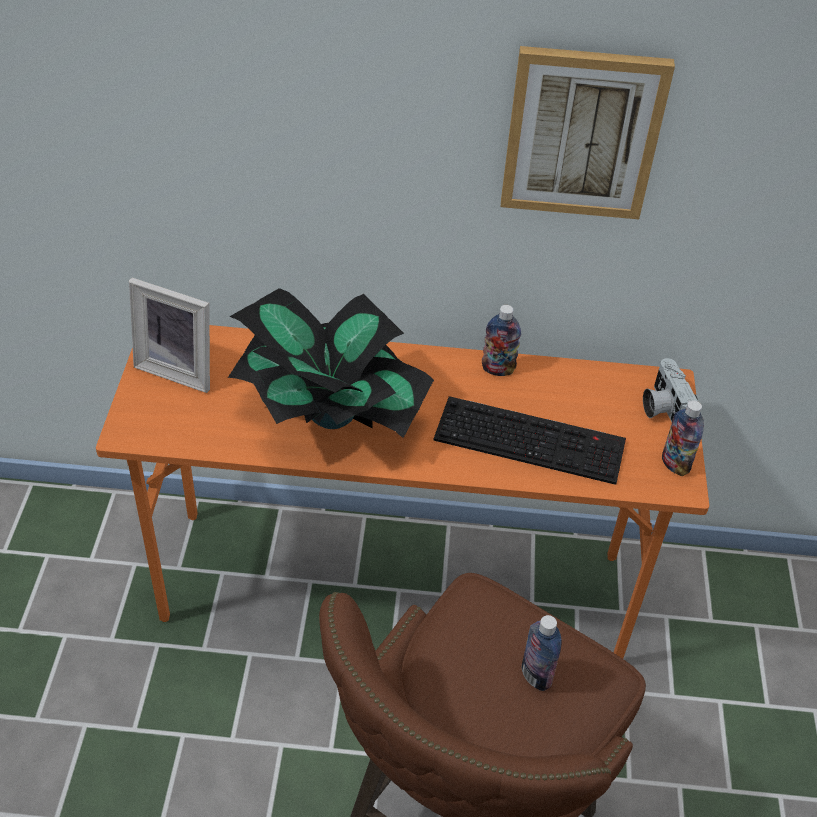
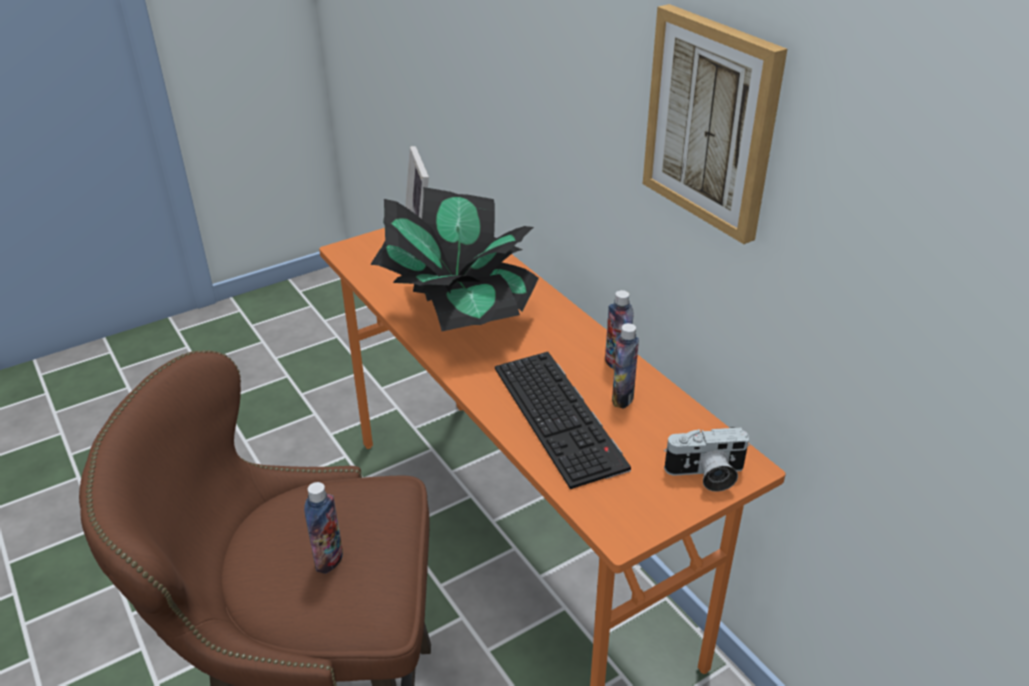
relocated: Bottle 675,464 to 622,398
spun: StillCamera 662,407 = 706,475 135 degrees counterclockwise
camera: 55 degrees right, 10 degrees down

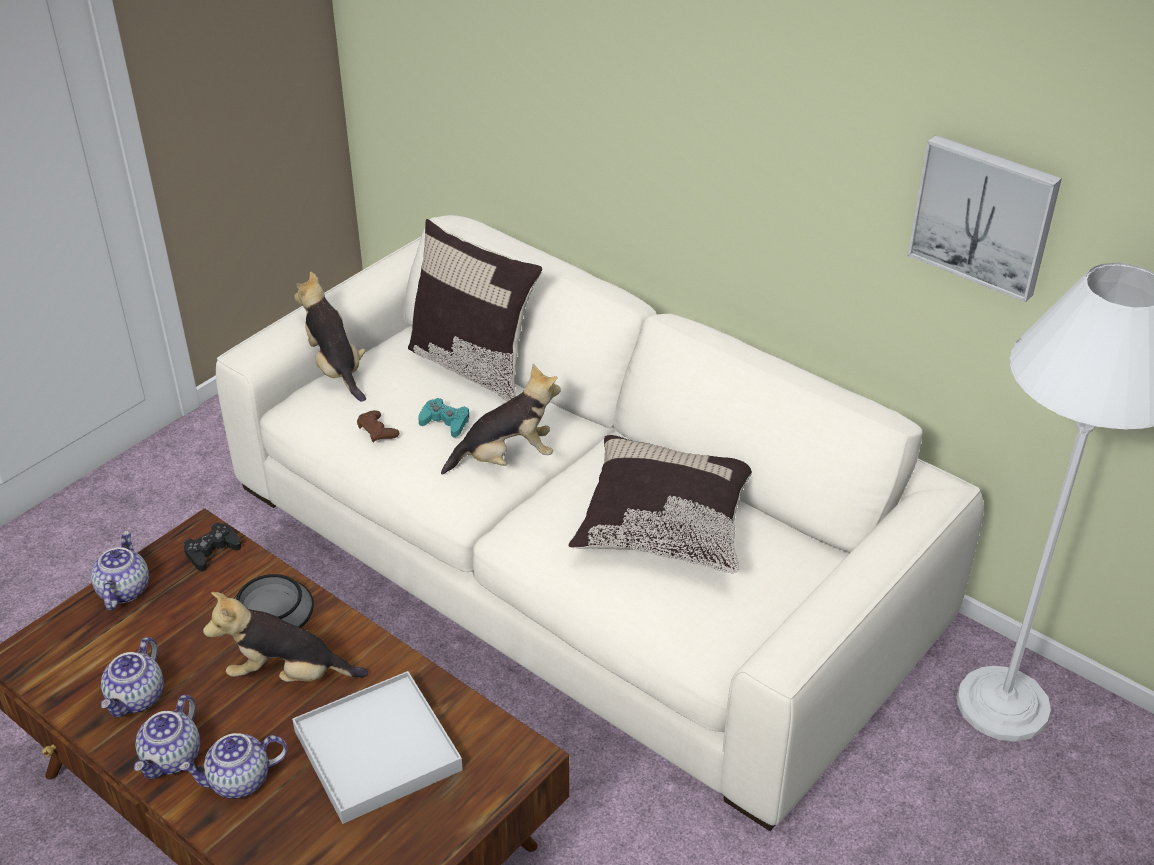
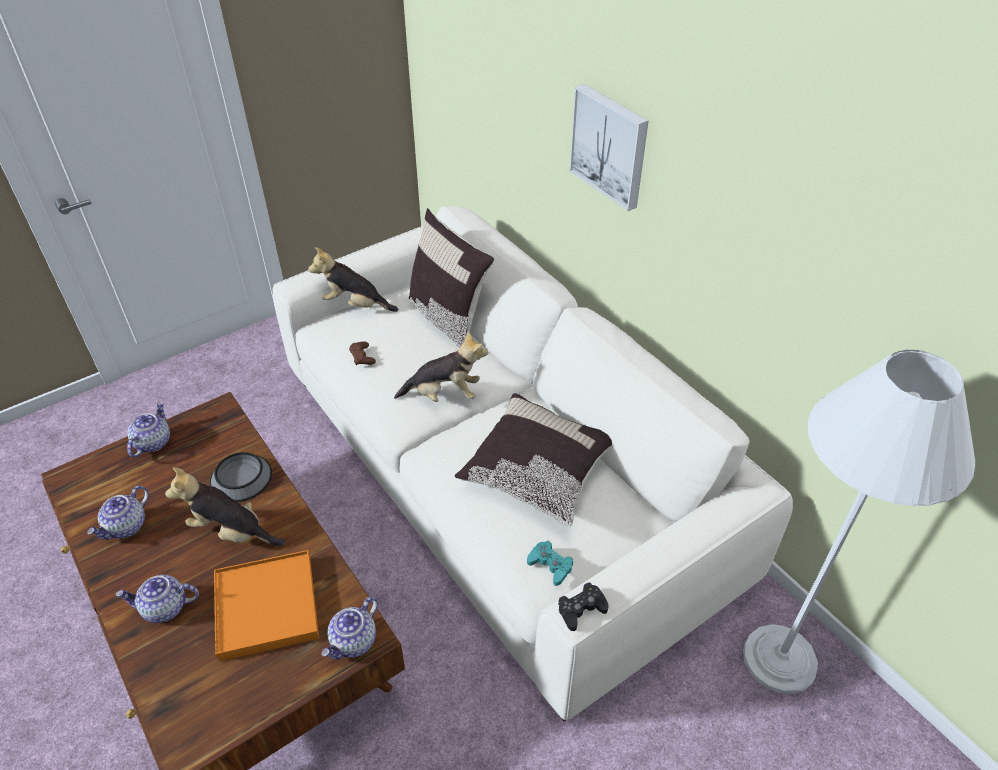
relocated: Picture 984,215 to 610,146; TurquoiseColouredGamepad 445,422 to 550,565; BlackGamepad 212,551 to 581,609; PotForTea 172,758 to 354,642
colour: WhiteCarryingTray 378,750 to OrangeyCarryingTray 267,607
spun: PlushToy 335,369 = 355,305 60 degrees counterclockwise
camera: 15 degrees right, 5 degrees up

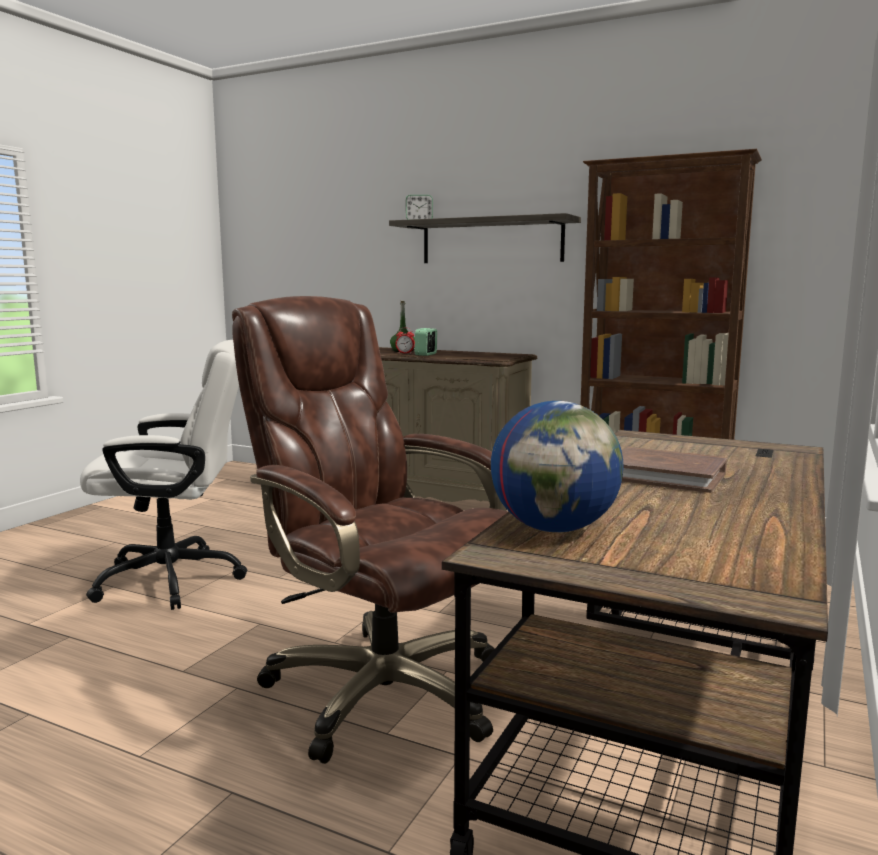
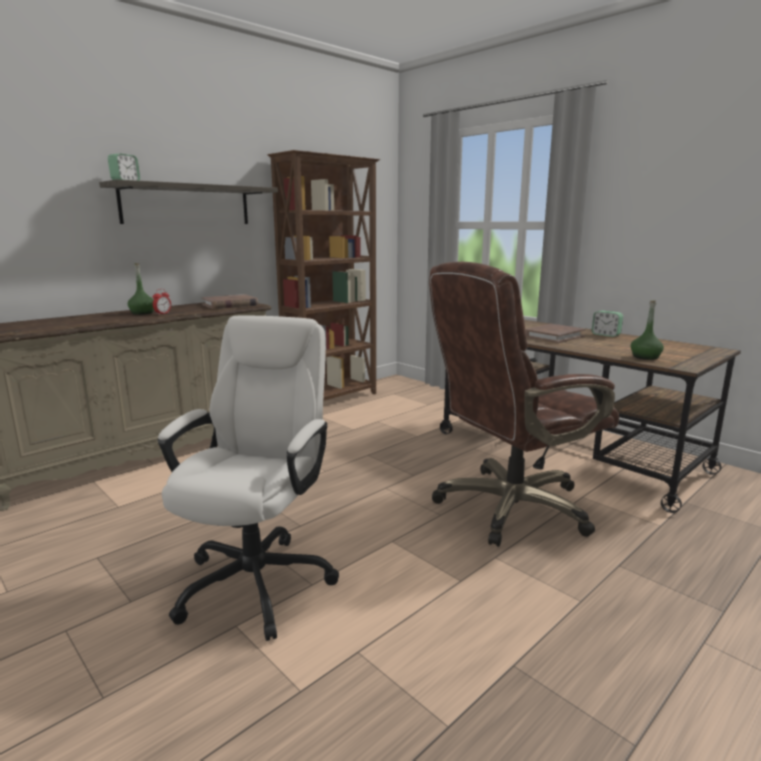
appeared: BrownBoundBook 230,305
relocated: AlarmClock 426,354 to 606,335
exchanged: DeskGlobe 554,528 to GreenColouredBottle 645,357
camera: 70 degrees left, 5 degrees up

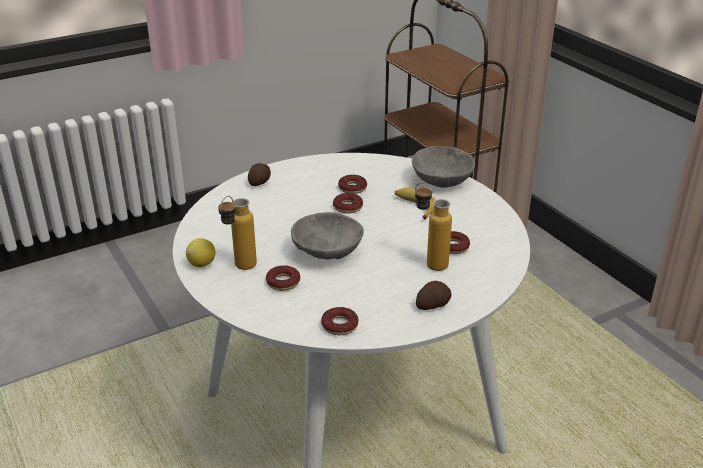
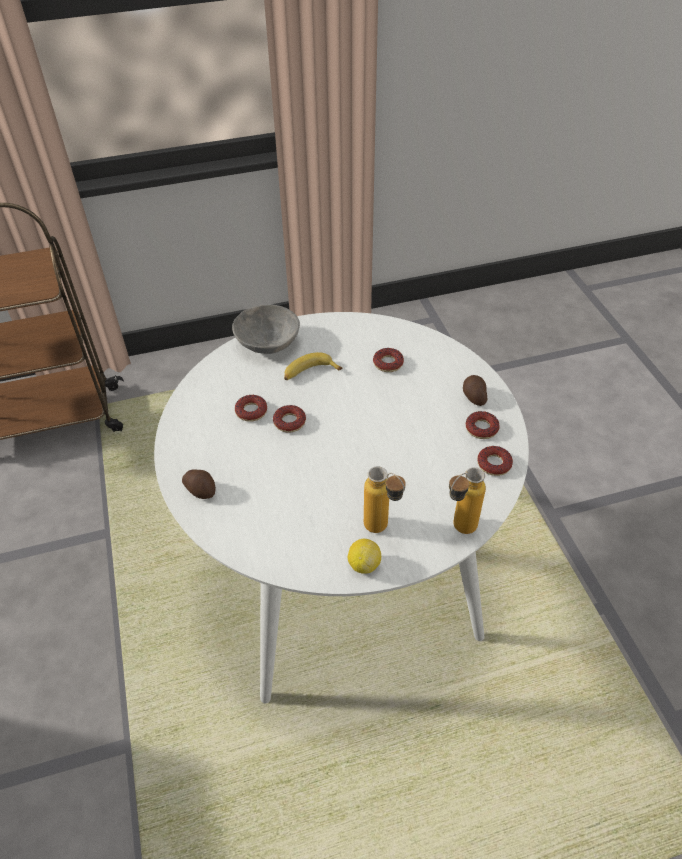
missing: GrayBowl 326,253
relocated: Bottle 429,262 to 458,530; Doughnut 283,282 to 481,428
camera: 75 degrees left, 15 degrees up

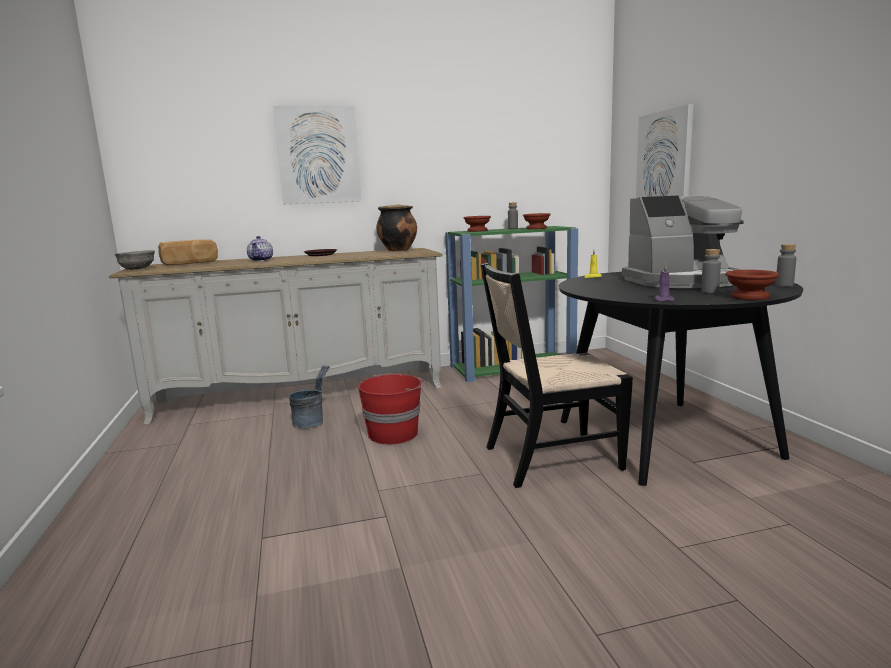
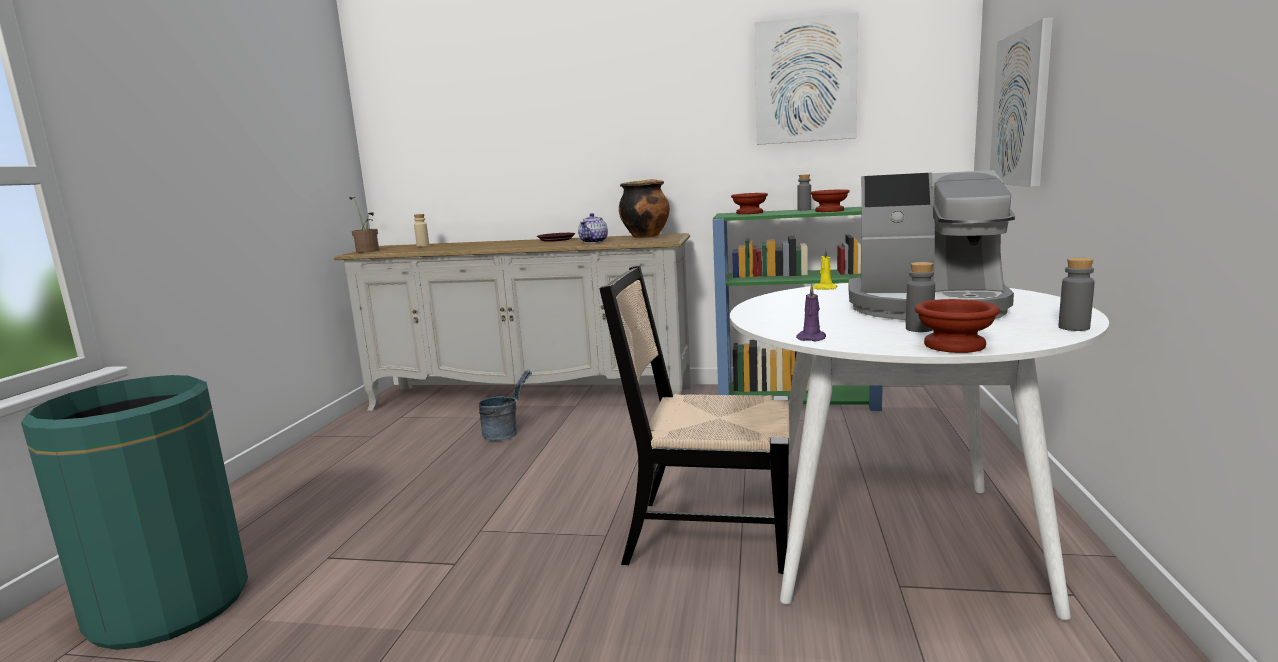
missing: RedColouredWaterBucket 394,433
appeared: GreenColouredTrashCan 170,605
relocated: Picture 318,155 to 805,81; PotForTea 261,260 to 594,242
exchanged: BakedBread 190,263 to BeigeBottle 423,246; GrayBowl 137,269 to PlantInAPot 367,251
colour: BlackKitchenTable 664,439 to WhiteKitchenTable 894,540
camera: 25 degrees right, 0 degrees up

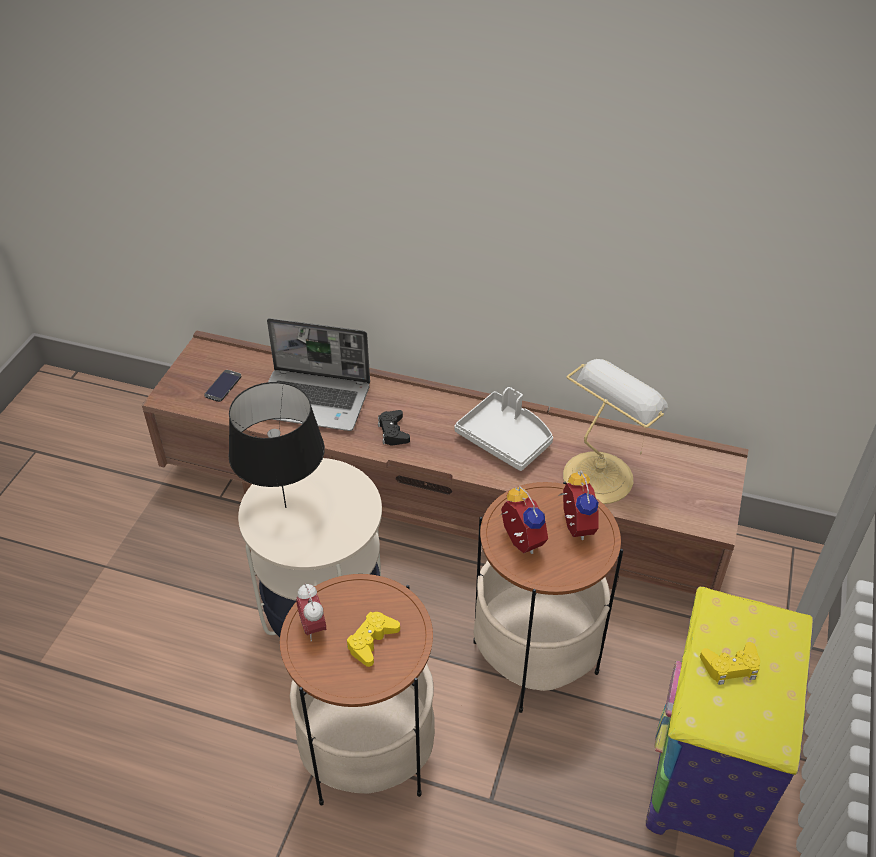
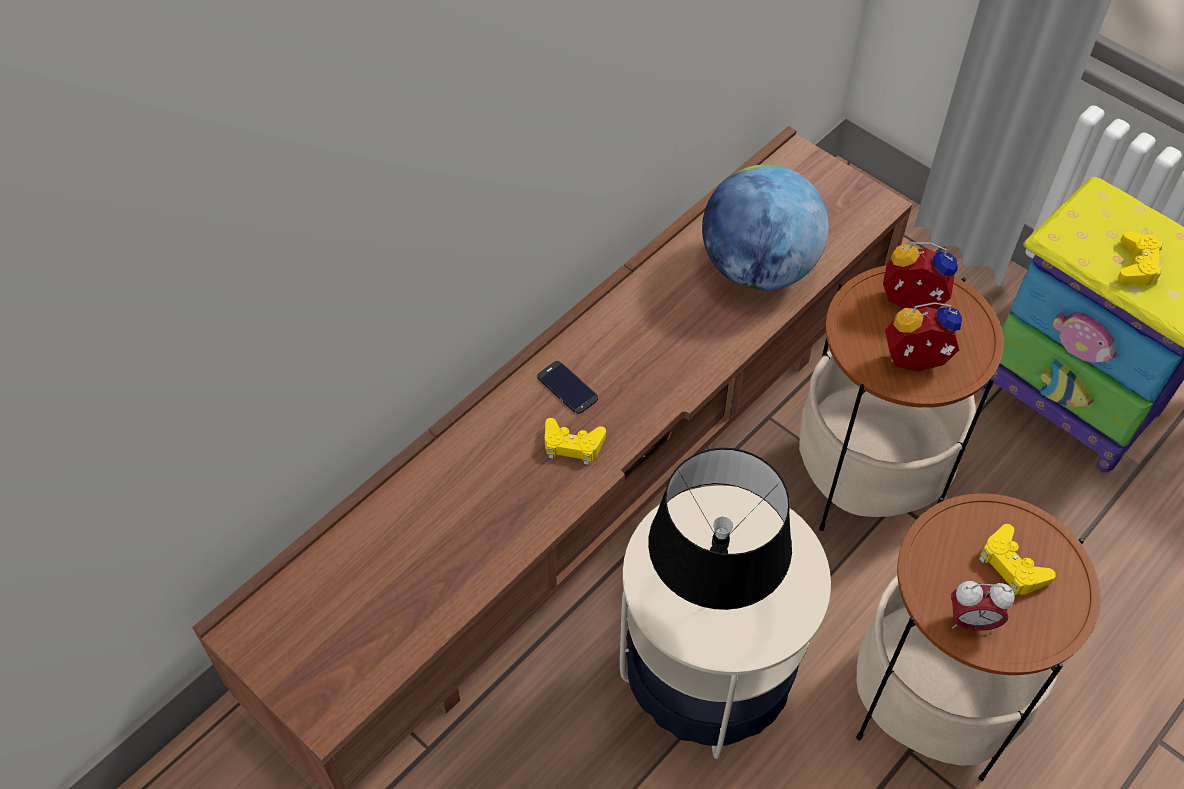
missing: Laptop 314,401; GrayCarryingTray 505,439
relocated: Telephone 223,386 to 567,387
exchanged: LampForATable 600,475 to DeskGlobe 758,268
colour: BlackGamepad 393,432 to YellowGamepad 572,445
camera: 65 degrees left, 10 degrees up

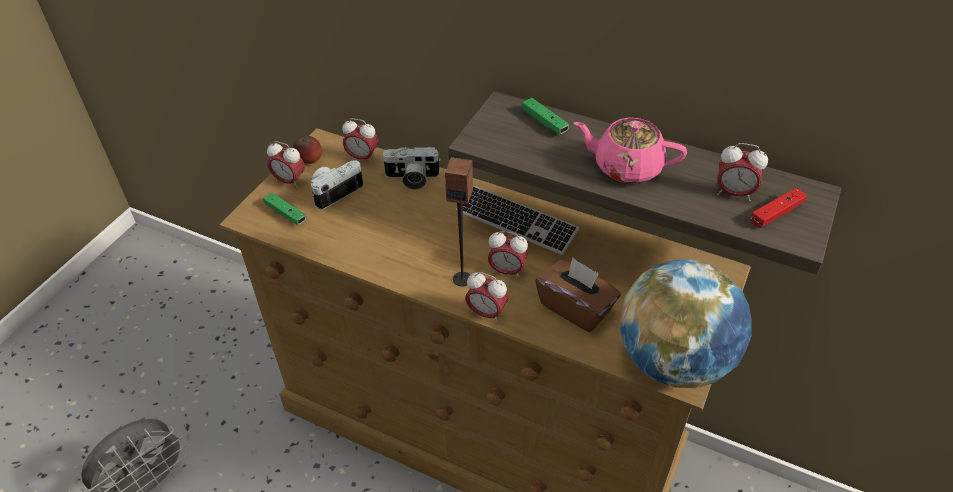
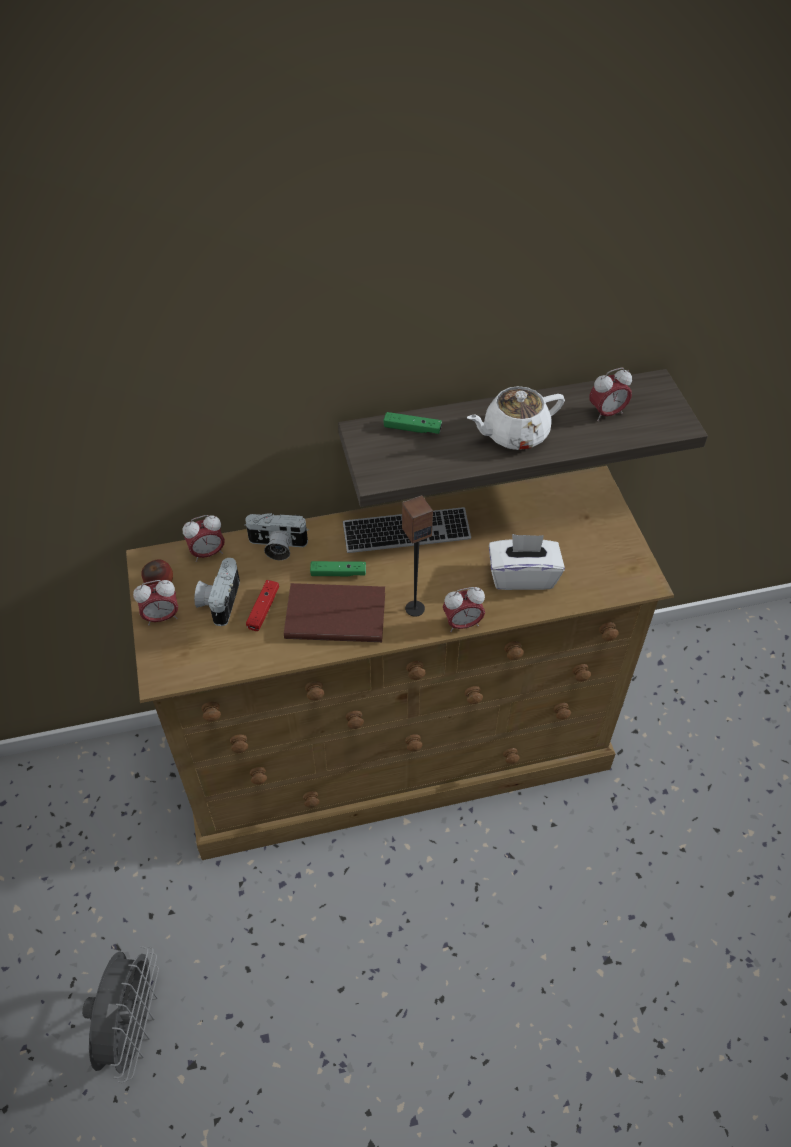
missing: AlarmClock 507,271; DeskGlobe 674,361
appeared: BrownBoundBook 334,614
relocated: RedColouredGamepad 776,213 to 263,609; GreenColouredGamepad 285,213 to 338,573
colour: PinkishPotForTea 626,167 to WhitePotForTea 514,434; BrownTissueBox 575,307 to WhiteTissueBox 522,576
spun: StillCamera 412,179 = 276,547 45 degrees clockwise
camera: 40 degrees left, 5 degrees up

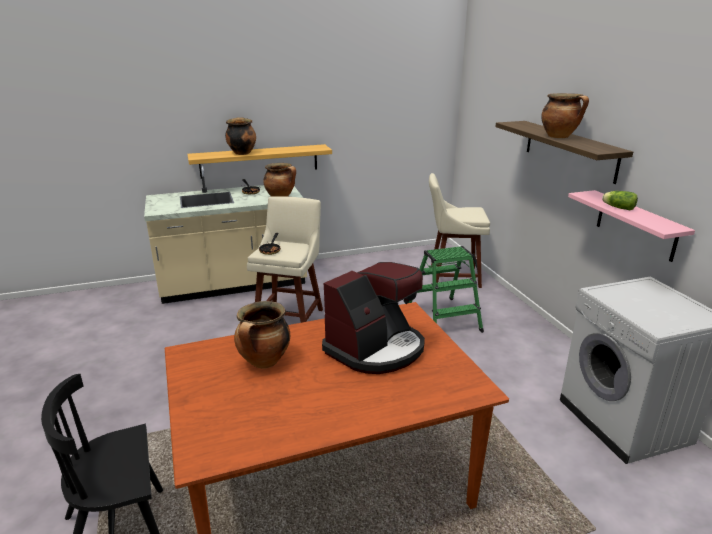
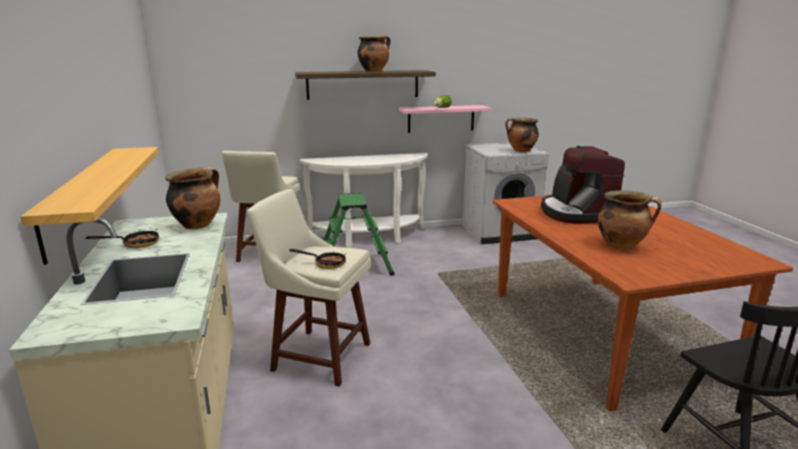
appeared: WhiteHallTable 369,238
relocated: Stockpot 242,153 to 520,151
spun: CoffeeBrewer 376,349 = 576,212 150 degrees counterclockwise
camera: 85 degrees left, 5 degrees down

